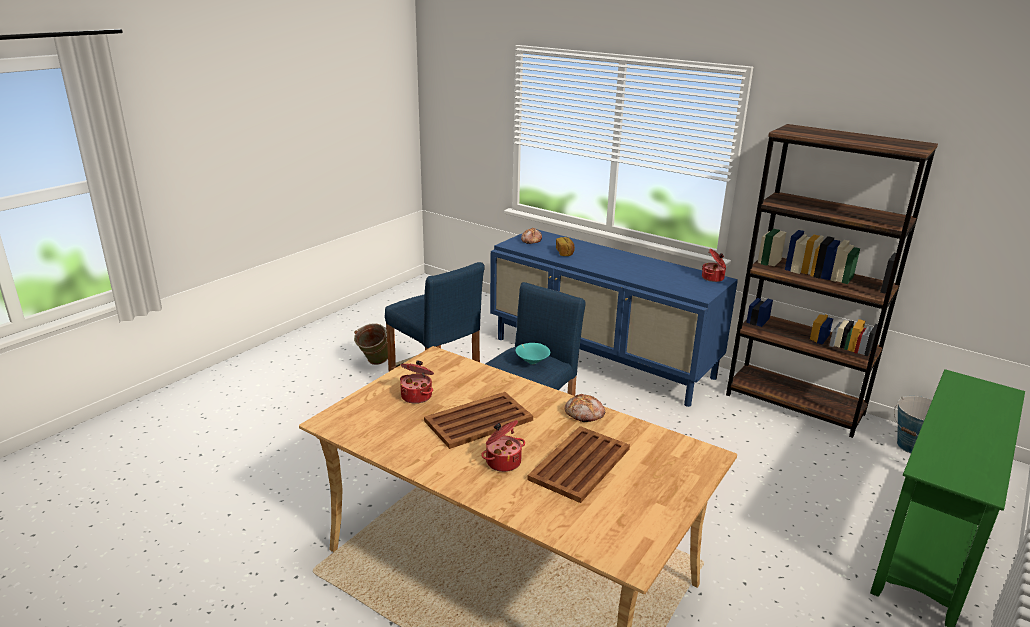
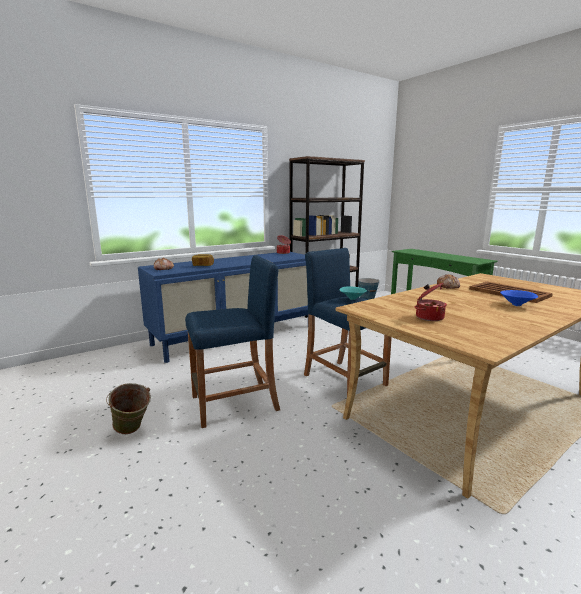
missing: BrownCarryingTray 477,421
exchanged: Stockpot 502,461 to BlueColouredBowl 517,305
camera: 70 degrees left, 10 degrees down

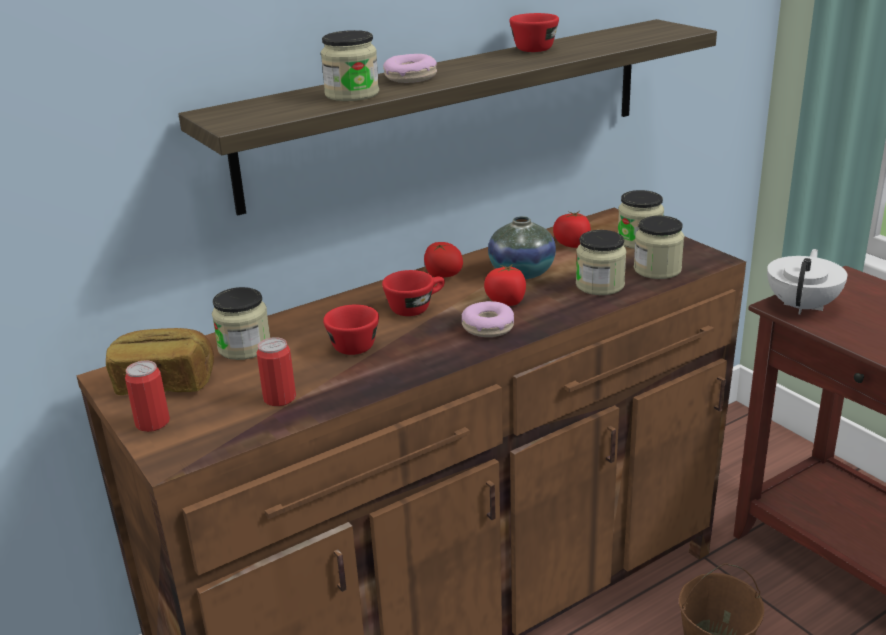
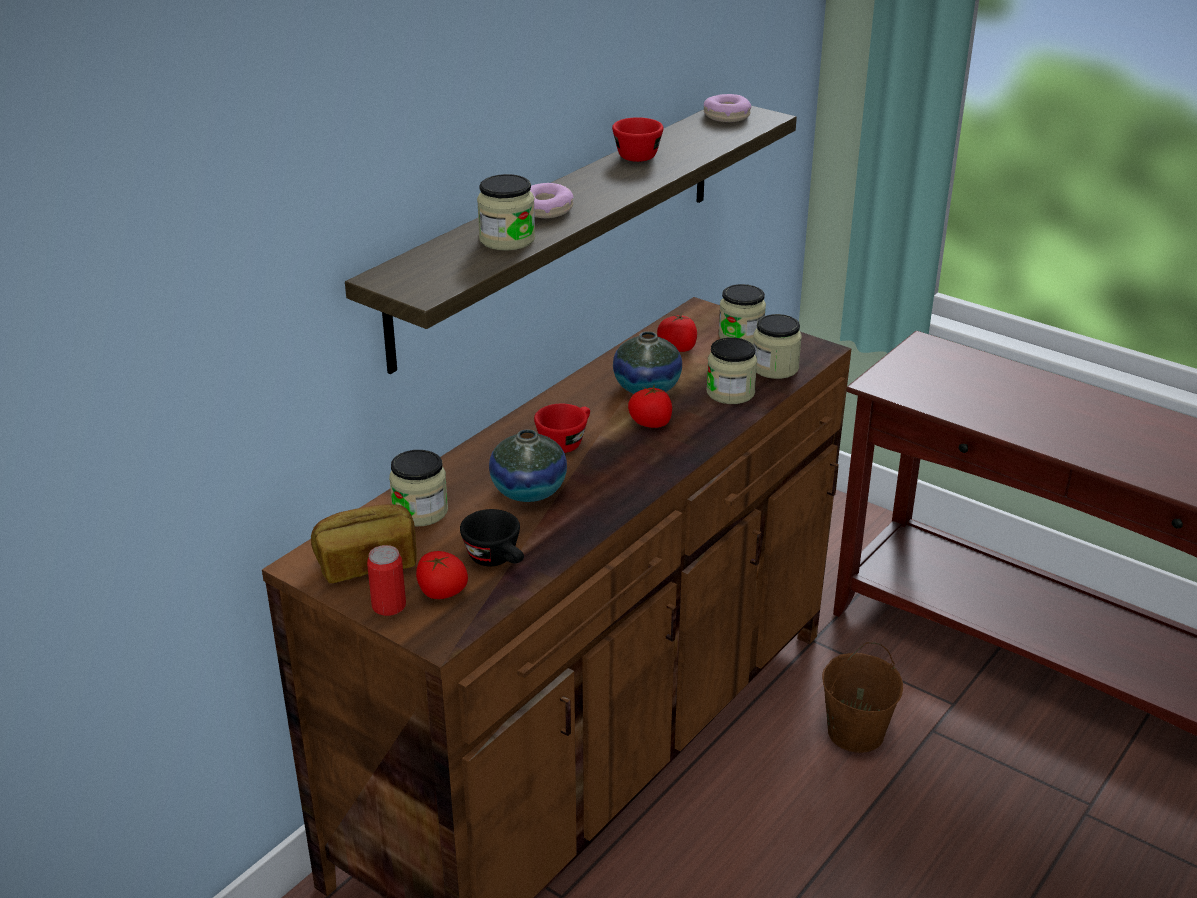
missing: WhitePotForTea 803,306
relocated: Tomato 443,275 to 441,592; Doughnut 488,327 to 726,116
exchanged: RedColouredCup 352,343 to FlowerVase 528,491; SealedCan 279,398 to BlackCup 497,560
camera: 20 degrees left, 5 degrees up

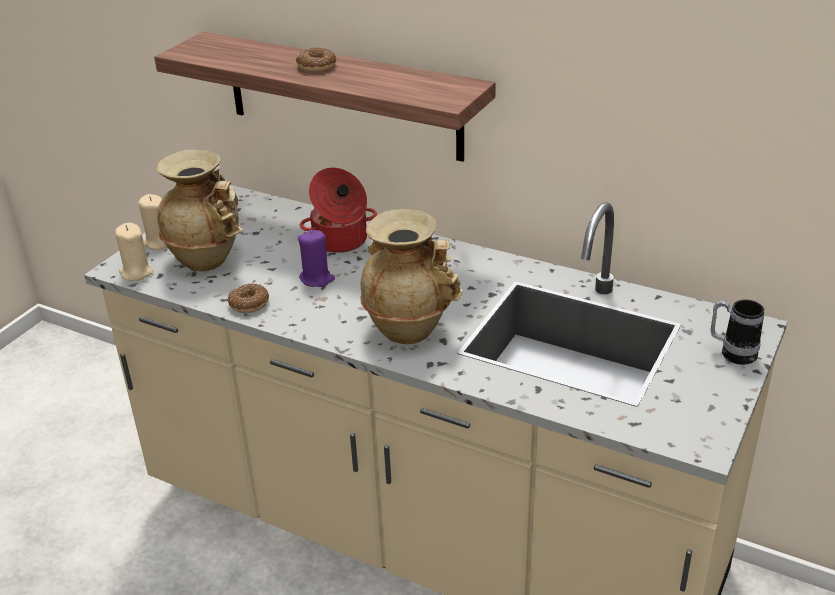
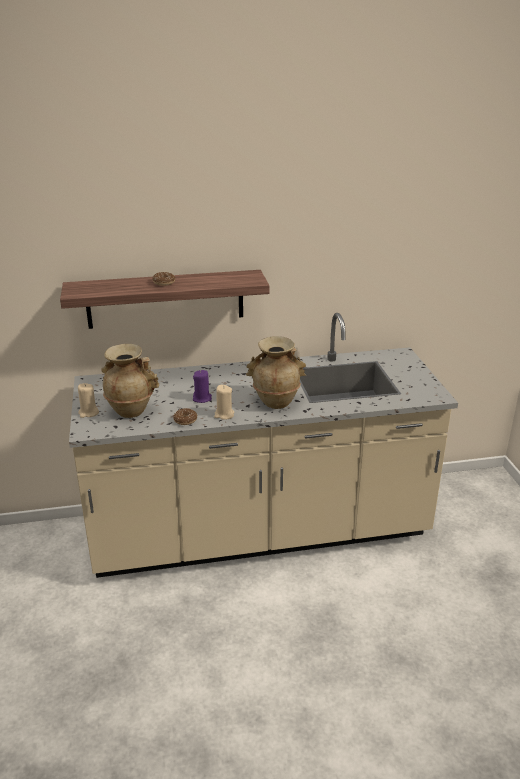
missing: Stockpot 340,241; Mug 731,353
relocated: BeigeWaxLight 136,272 to 224,415
camera: 40 degrees left, 5 degrees down

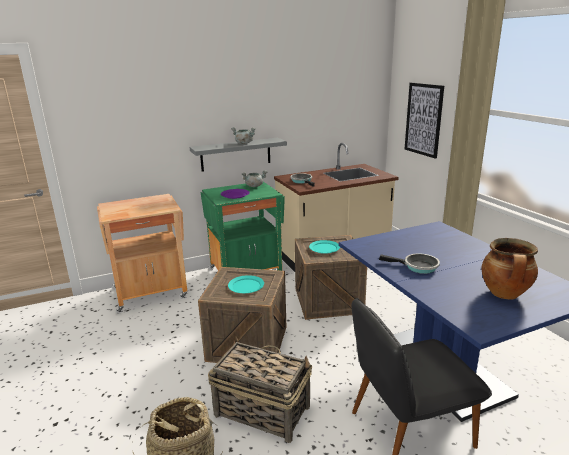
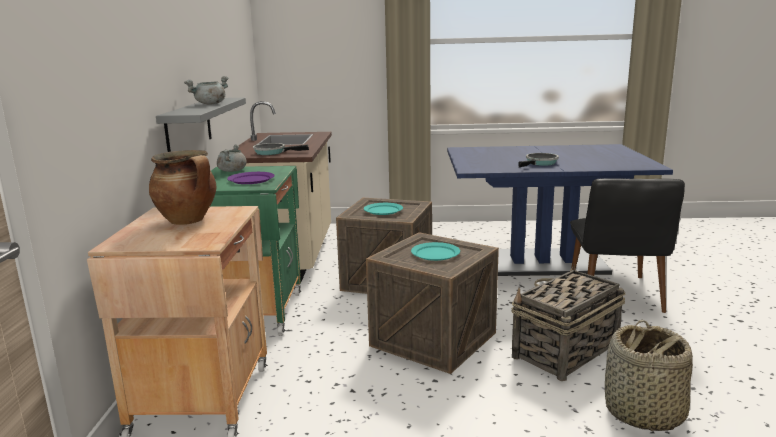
missing: Picture 423,119
relocated: Stockpot 505,294 to 189,221
camera: 65 degrees left, 5 degrees down

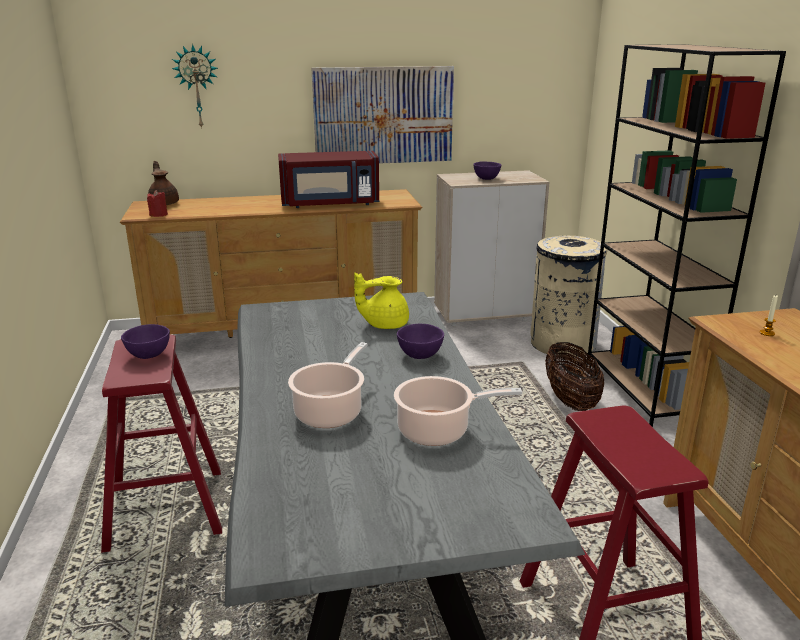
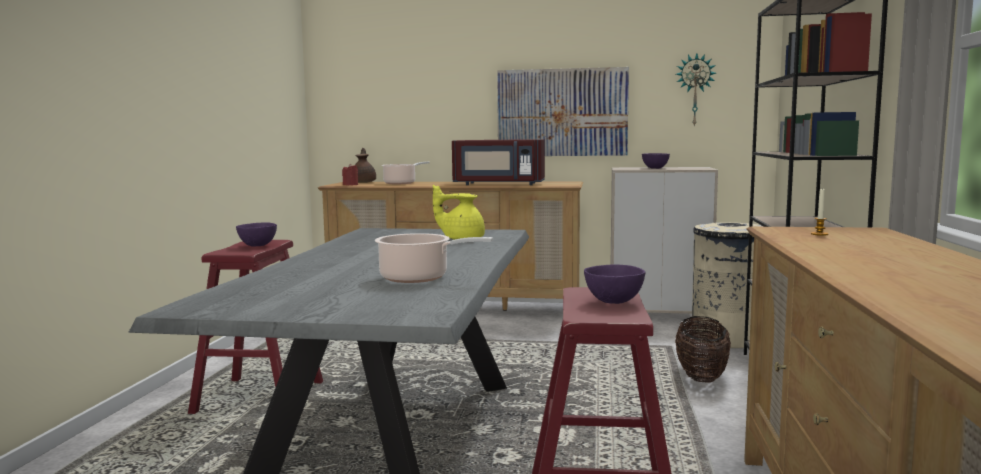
relocated: WallClock 197,87 to 695,90; PurpleColouredBowl 420,356 to 614,302; Stockpot 330,411 to 401,183
camera: 20 degrees right, 15 degrees down

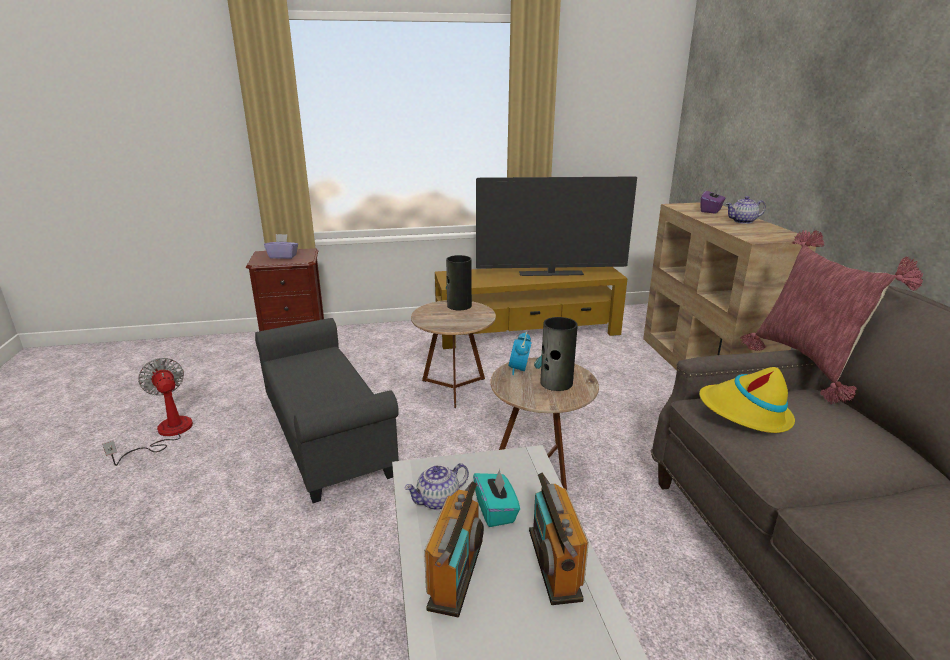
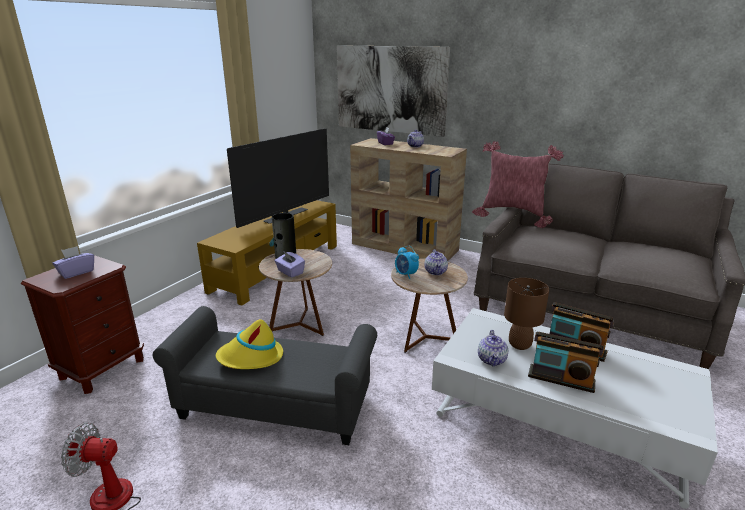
appeared: Picture 390,89; PurpleColouredTissueBox 290,272
relocated: YellowWearableHat 744,414 to 251,357
exchanged: FlowerVase 556,383 to PotForTea 436,272; TurquoiseColouredTissueBox 496,510 to BrownLampForATable 518,346
spun: RadioSet 456,573 = 561,379 150 degrees clockwise
camera: 50 degrees left, 0 degrees up

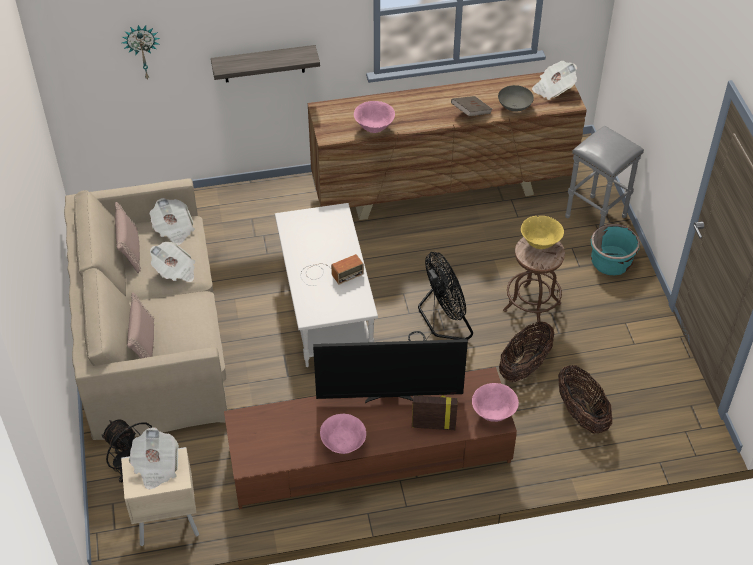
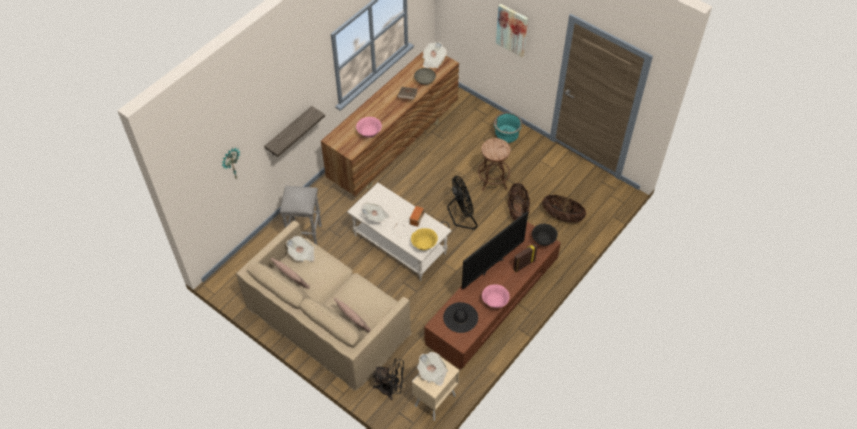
appeared: Picture 512,30; BlackWearableHat 460,317
relocated: GrayStoolSeat 595,215 to 304,235; YellowBowl 540,243 to 424,245; Newspaper 175,271 to 375,217
colour: PinkishBowl 494,413 to BlackBowl 543,241
spun: BlackCoolingFan 437,321 = 457,216 45 degrees clockwise
camera: 40 degrees left, 5 degrees up

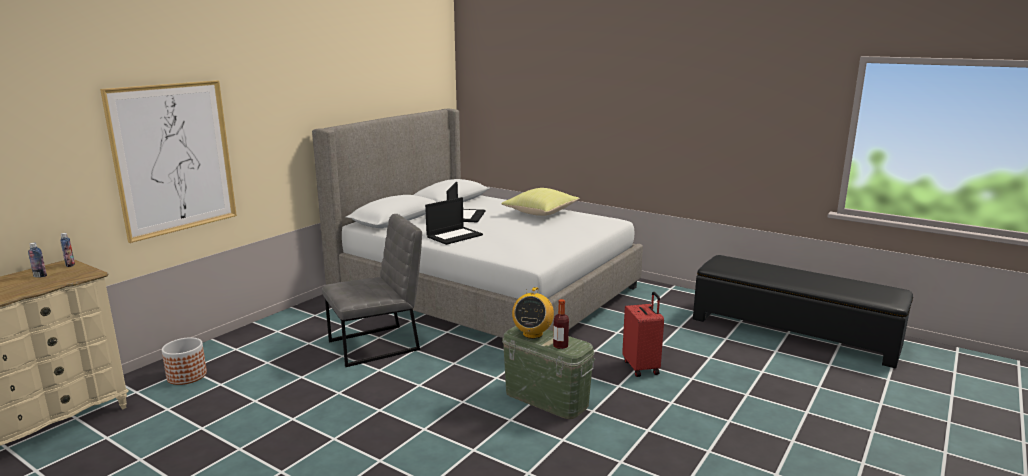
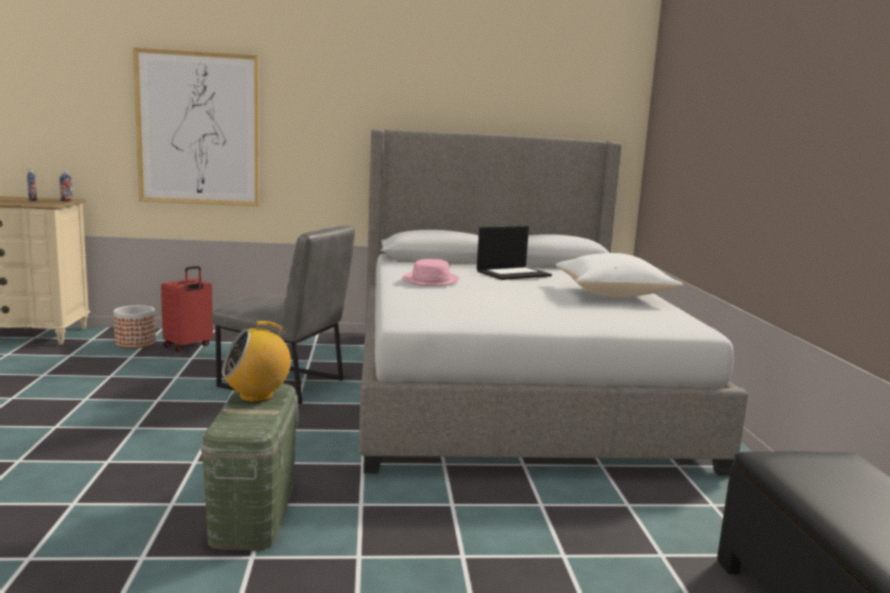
missing: Bottle 560,346
relocated: RedColouredPieceOfLuggage 642,367 to 188,346
exchanged: Laptop 454,236 to PinkishWearableHat 431,280
colour: YellowCushion 540,213 to WhiteCushion 613,295
camera: 50 degrees right, 5 degrees down

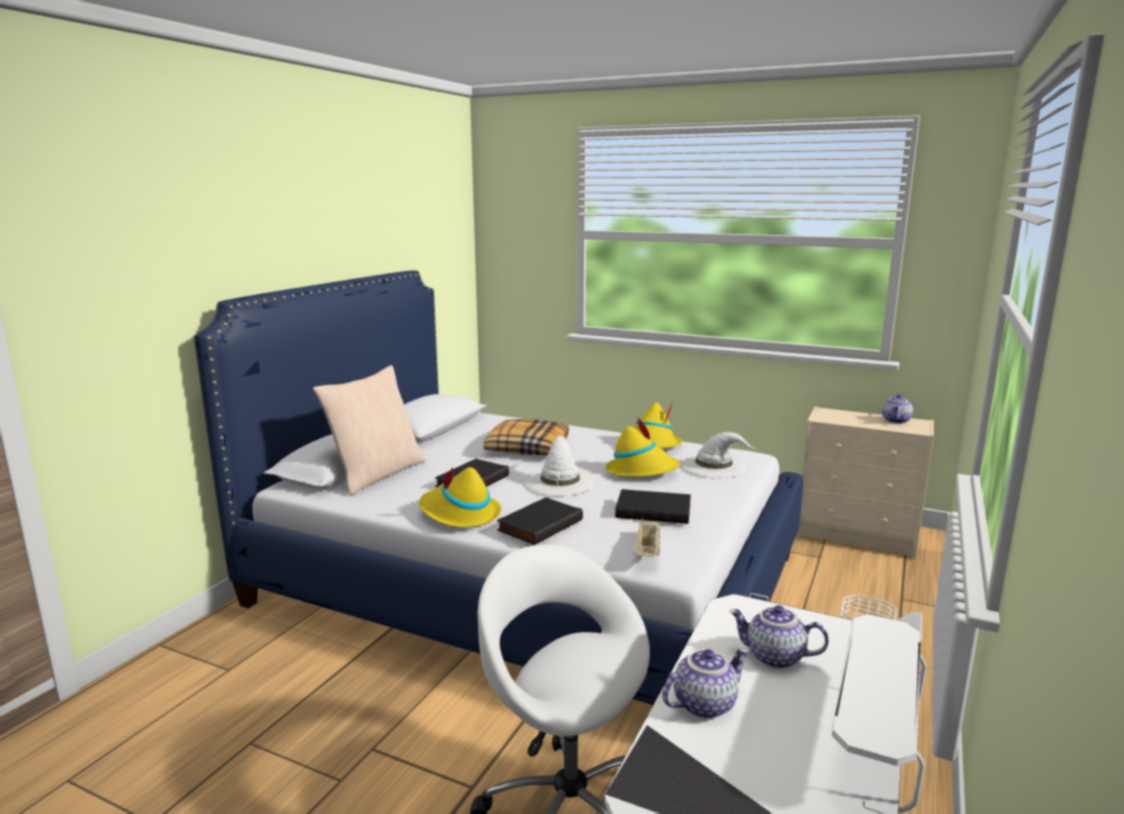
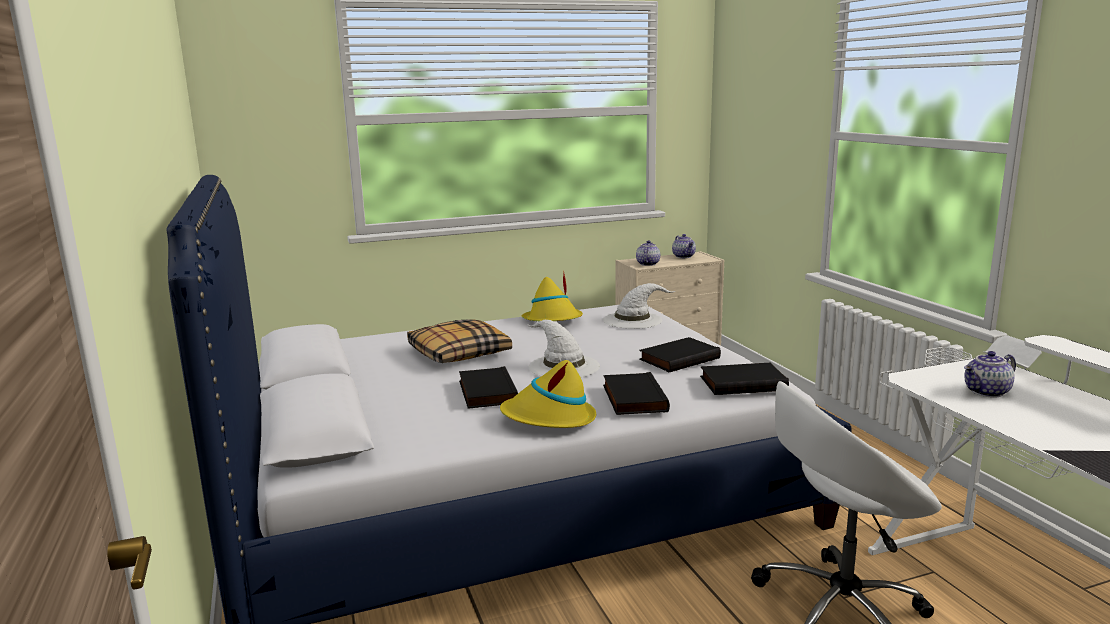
missing: BeigeCushion 376,474; YellowWearableHat 642,471
relocated: PotForTea 704,703 to 647,264
exchanged: BeigeCarryingTray 648,551 to BlackBoundBook 743,383
camera: 45 degrees left, 0 degrees up

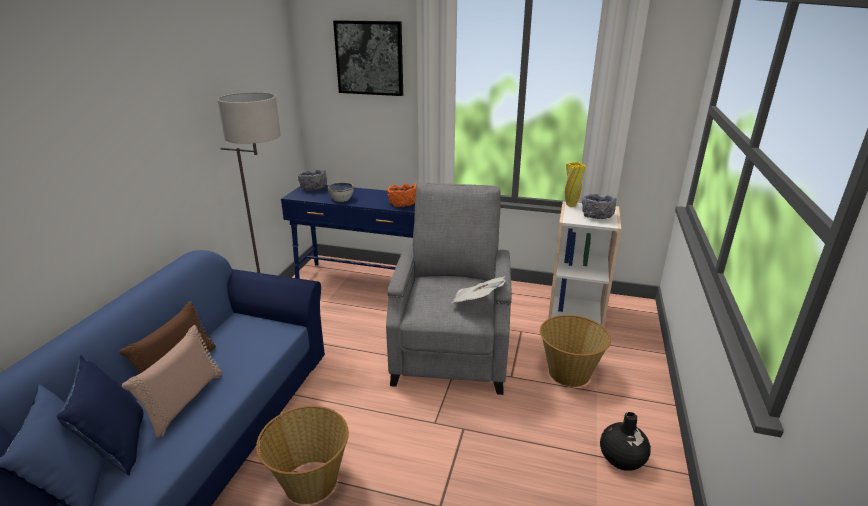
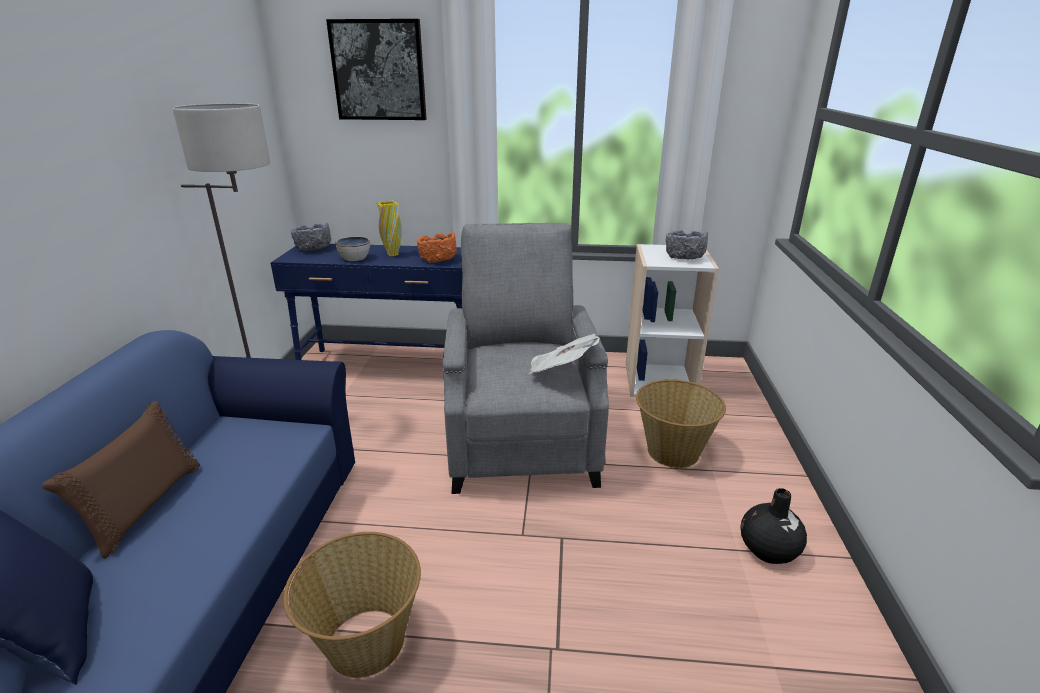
missing: BeigeCushion 184,401
relocated: YellowFlowerVase 571,205 to 392,254
camera: 10 degrees left, 0 degrees up

